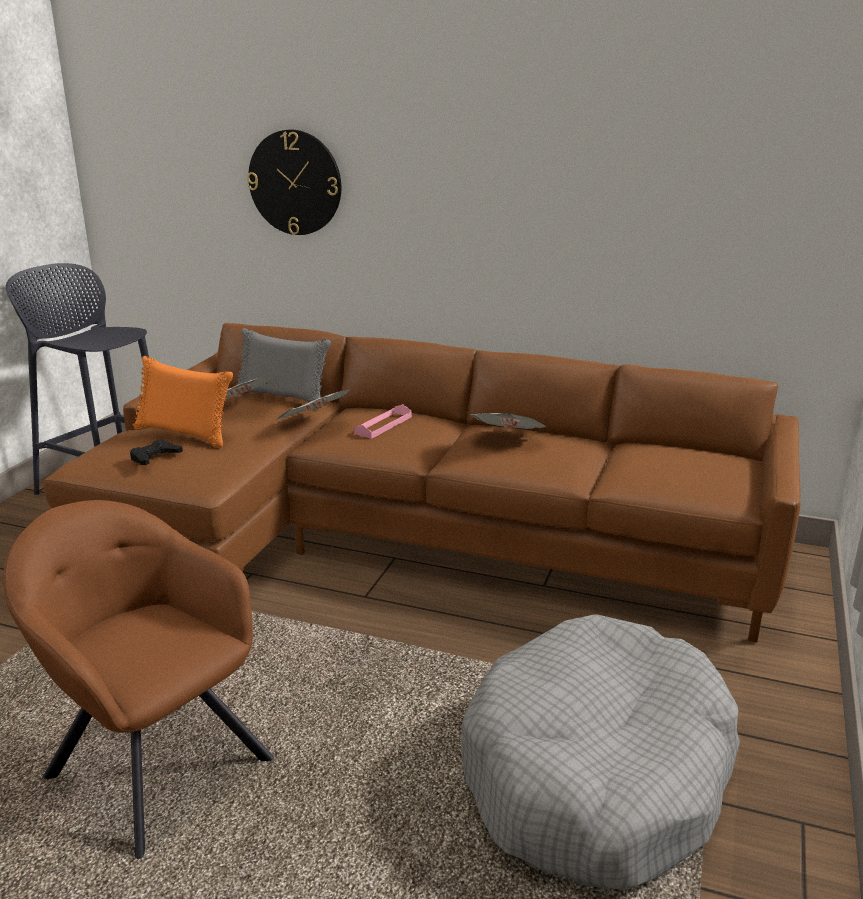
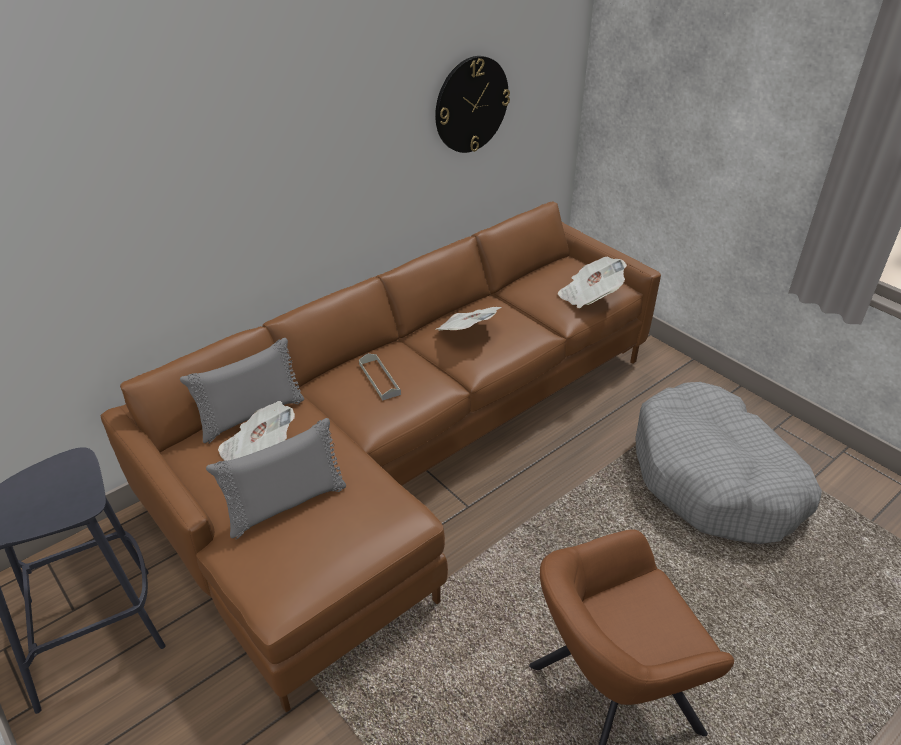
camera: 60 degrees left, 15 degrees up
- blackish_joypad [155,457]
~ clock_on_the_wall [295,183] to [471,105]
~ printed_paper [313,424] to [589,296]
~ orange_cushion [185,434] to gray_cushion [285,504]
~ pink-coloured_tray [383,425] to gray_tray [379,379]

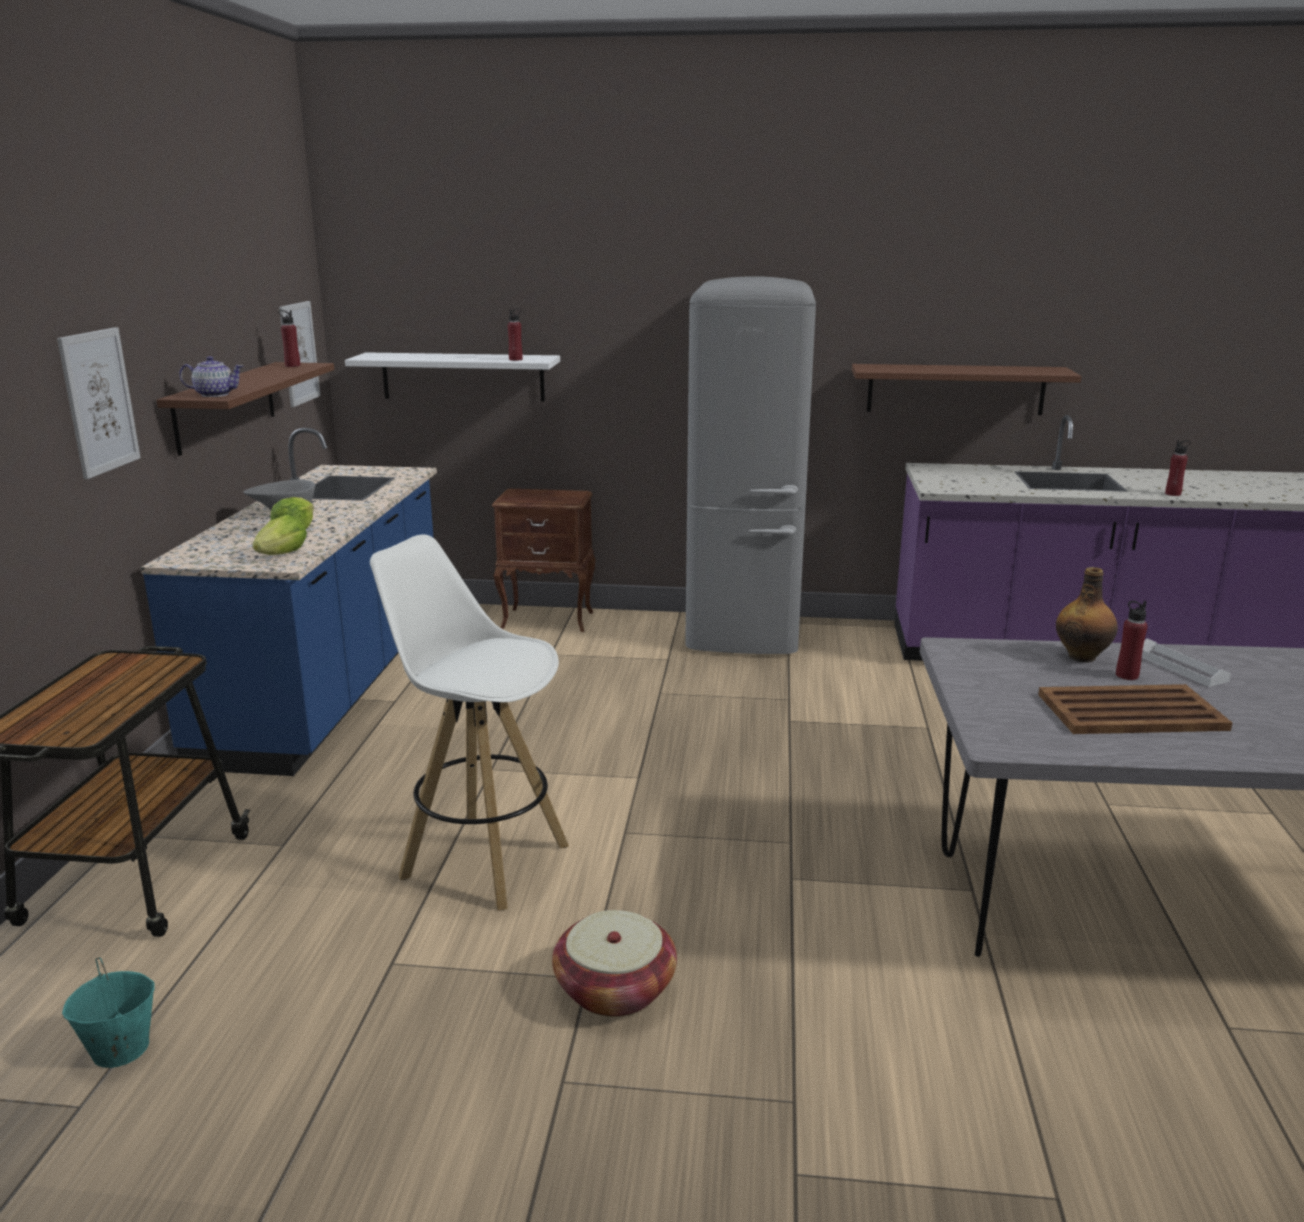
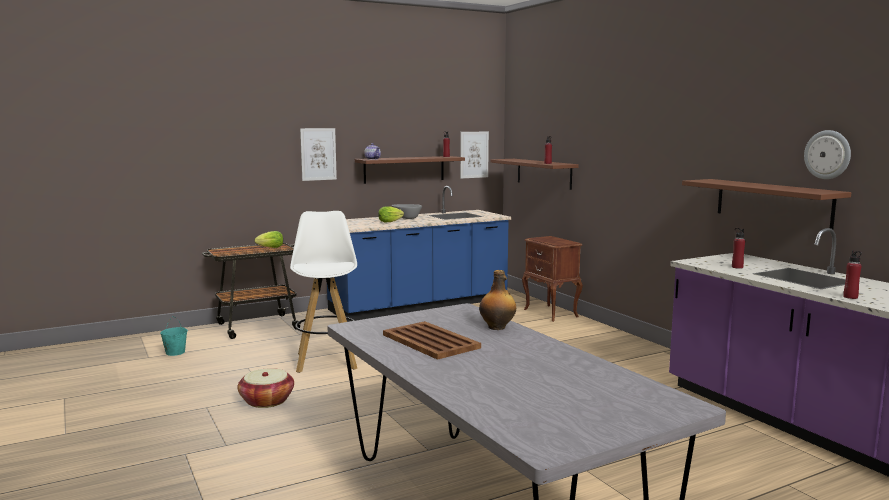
camera: 55 degrees right, 10 degrees down
- gray_kitchen_fridge [743,635]
- whitish_tray [1180,667]
+ clock_on_the_wall [828,154]
~ lettuce_head [283,555] to [271,248]
~ red_bottle [1126,675] to [737,267]
~ whitish_wall_shelf [463,376] to brownish_wall_shelf [543,173]

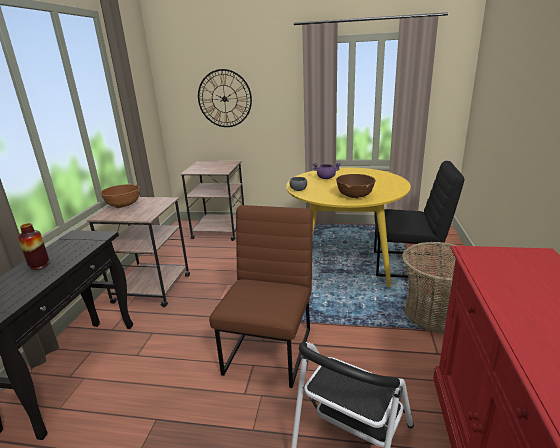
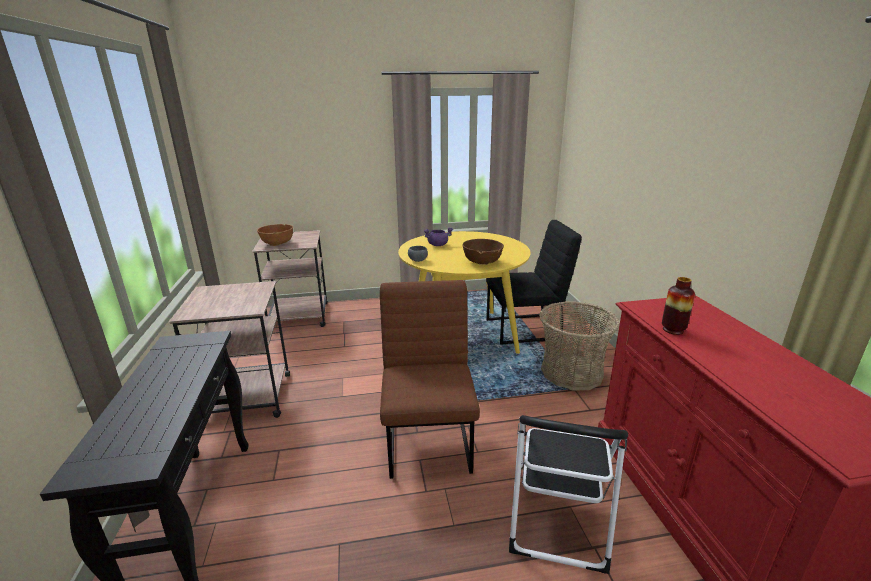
camera: 20 degrees left, 0 degrees up
- clock_on_the_wall [224,99]
~ flower_vase [39,266] to [673,330]
~ brownish_serving_bowl [123,205] to [277,243]

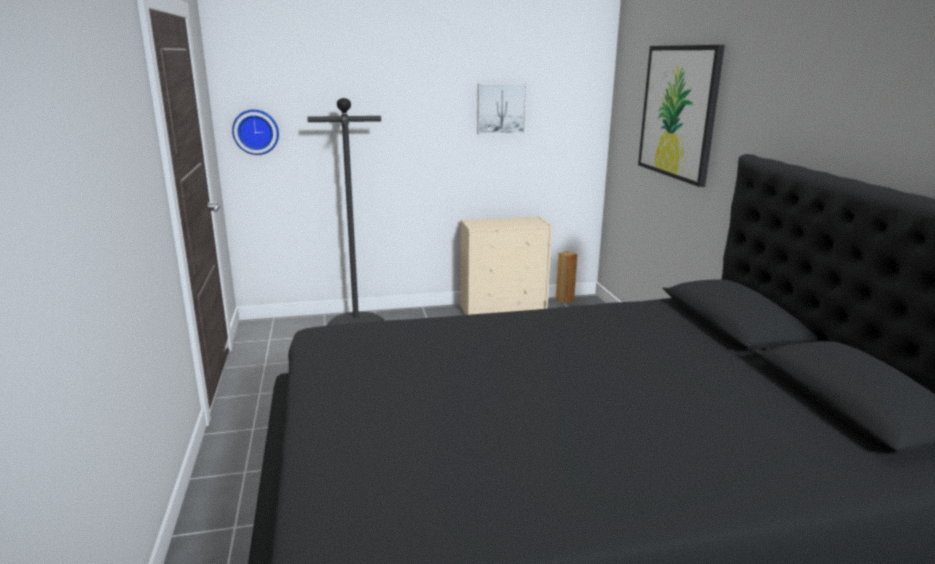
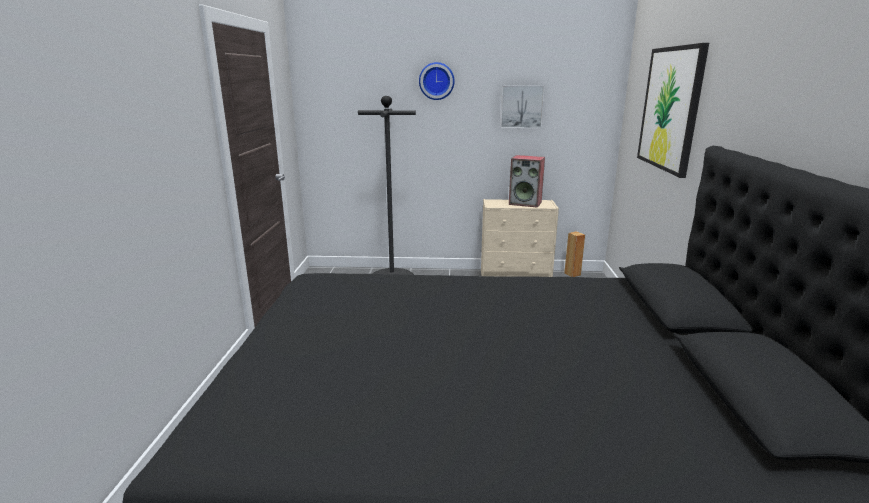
camera: 15 degrees right, 0 degrees up
+ loudspeaker [525,203]
~ clock_on_the_wall [256,131] to [436,81]

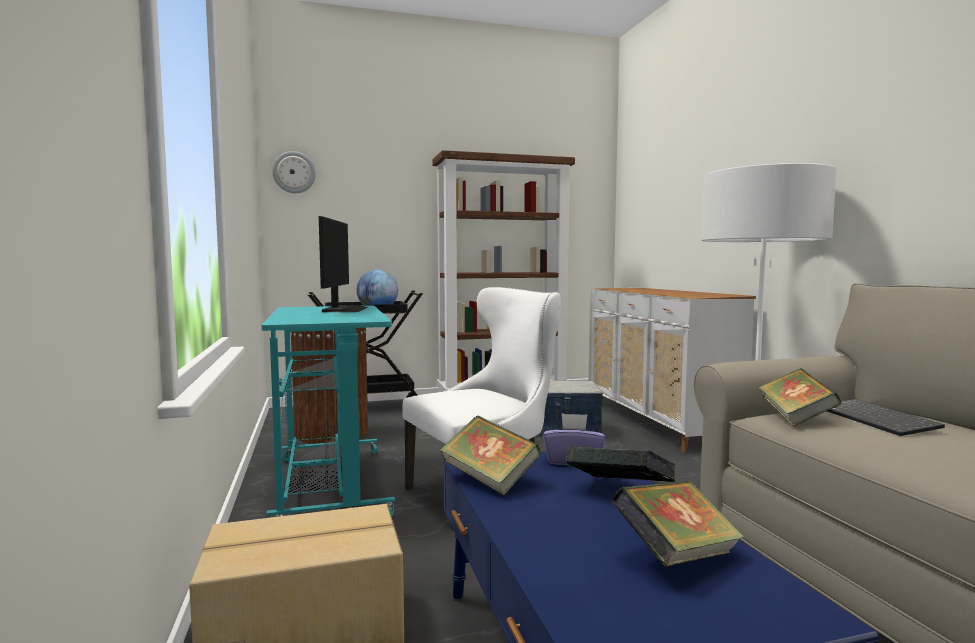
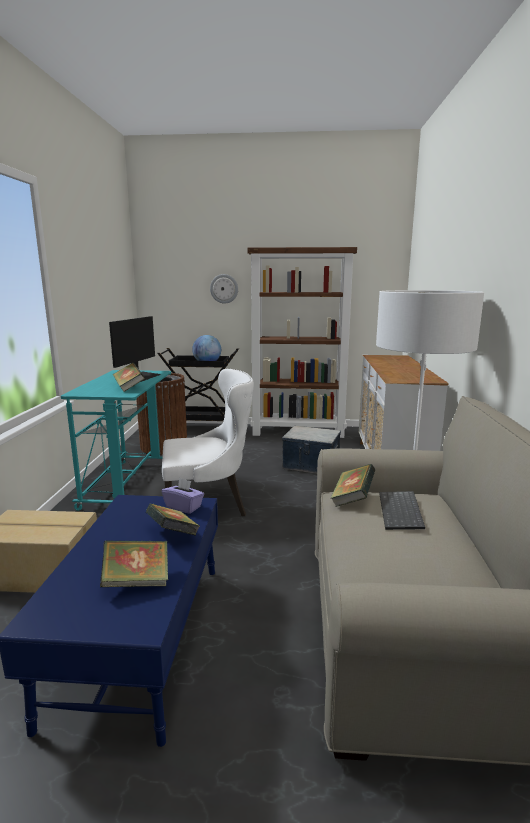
camera: 20 degrees right, 10 degrees up
~ clock_on_the_wall [294,172] to [224,288]
~ bound_book [489,479] to [129,388]

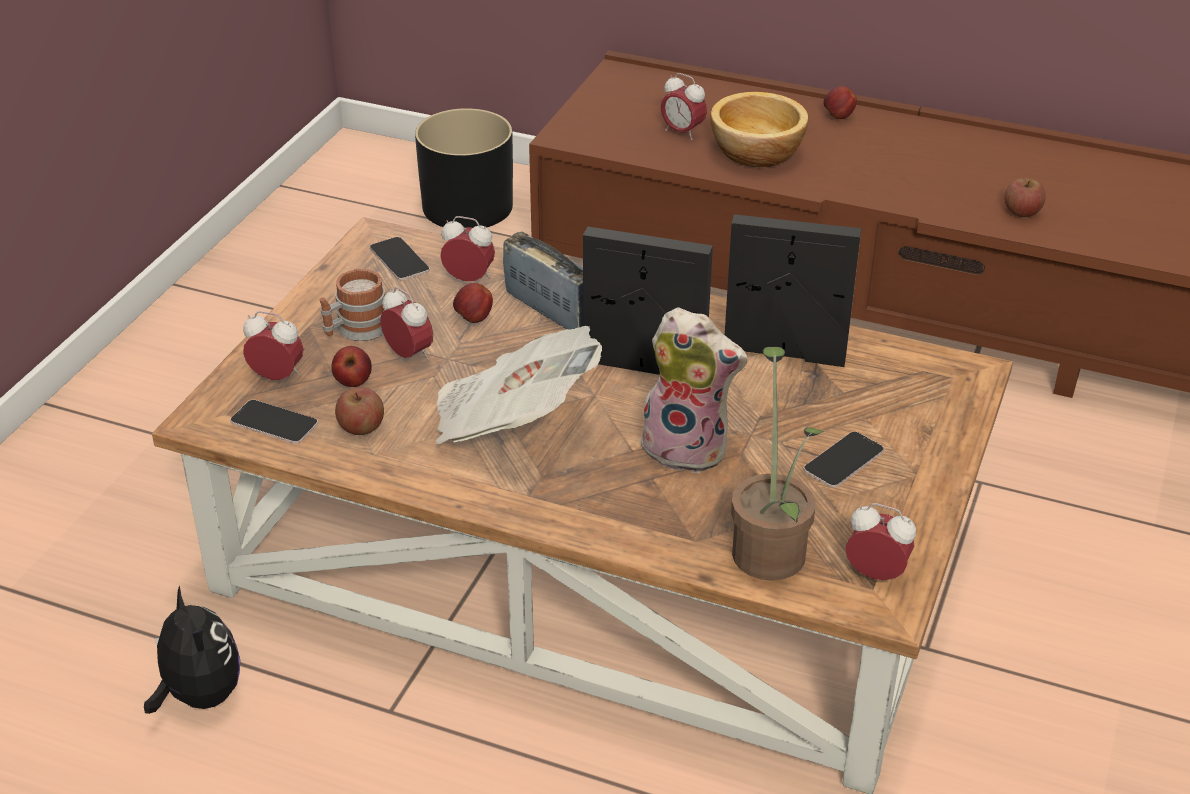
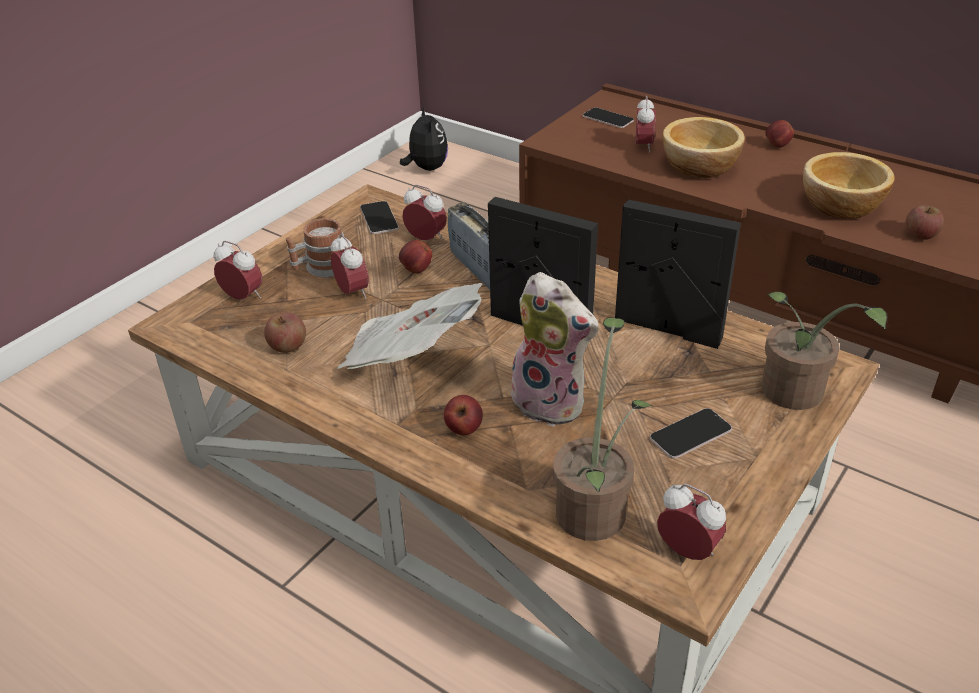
camera: 15 degrees right, 0 degrees up
- blackish_planter [468,206]
+ plant_in_a_pot [795,396]
+ serving_bowl [841,206]
~ cuddly_toy [199,695] to [426,168]
~ telephone [274,423] to [608,118]
~ apple_fruit [353,382] to [463,429]
~ table_clock [682,132] = [643,146] 135 degrees counterclockwise

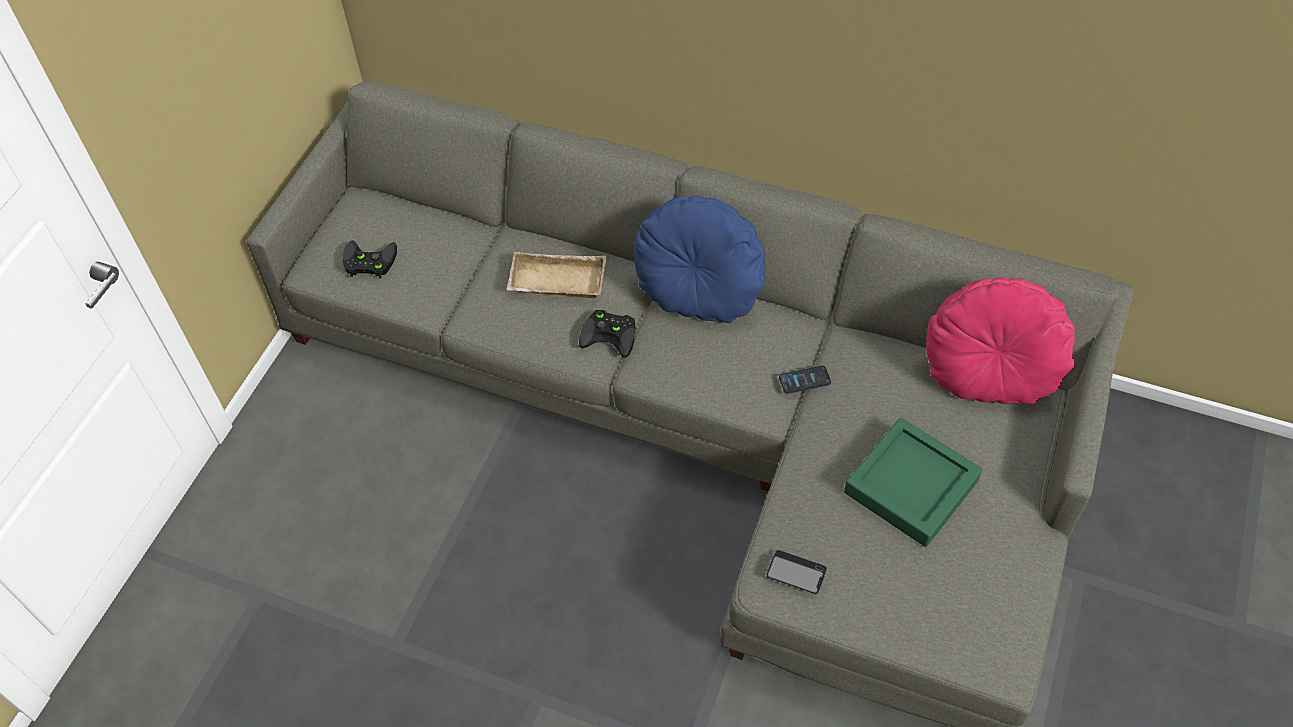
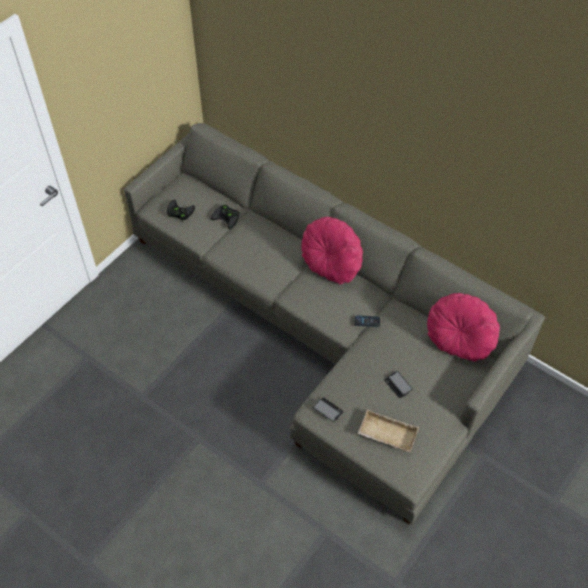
camera: 15 degrees right, 0 degrees up
~ beige-coloured_tray [555,283] to [386,435]
~ blackish_joypad [611,334] to [227,217]
~ greenish_tray [911,486] to telephone [398,385]
~ bluish_cushion [698,299] to pink-coloured_cushion [330,269]

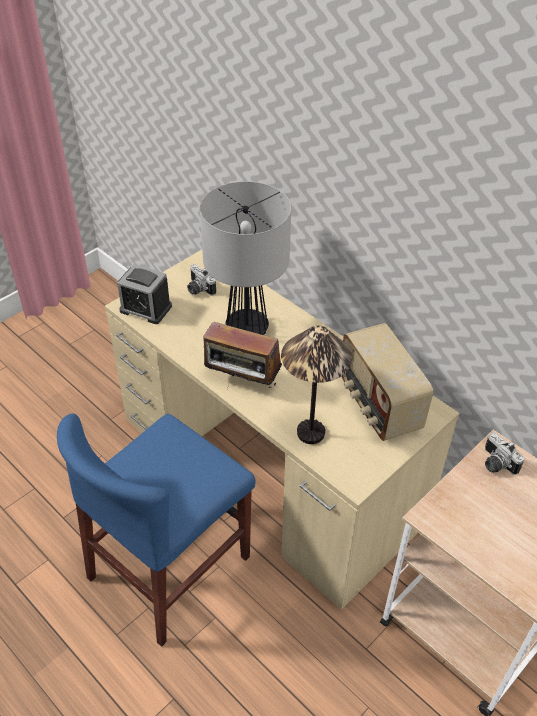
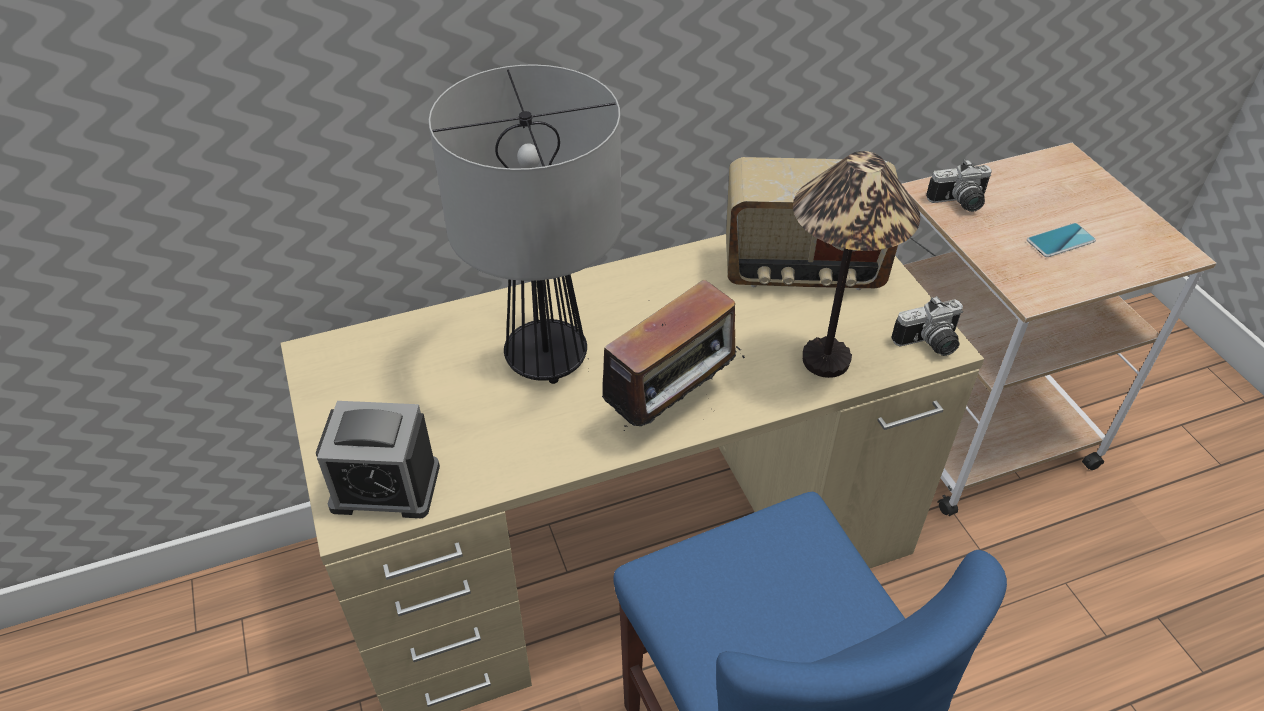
camera: 65 degrees left, 0 degrees up
+ telephone [1060,241]
~ still_camera [198,289] to [930,344]
~ table_clock [146,308] = [385,487] 45 degrees clockwise

